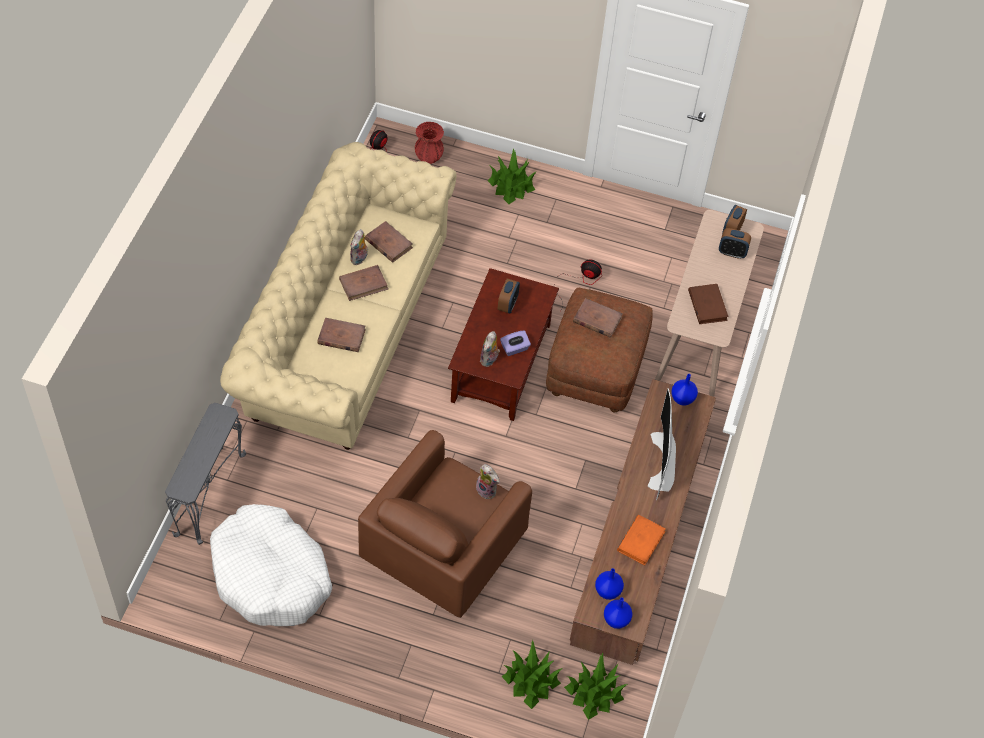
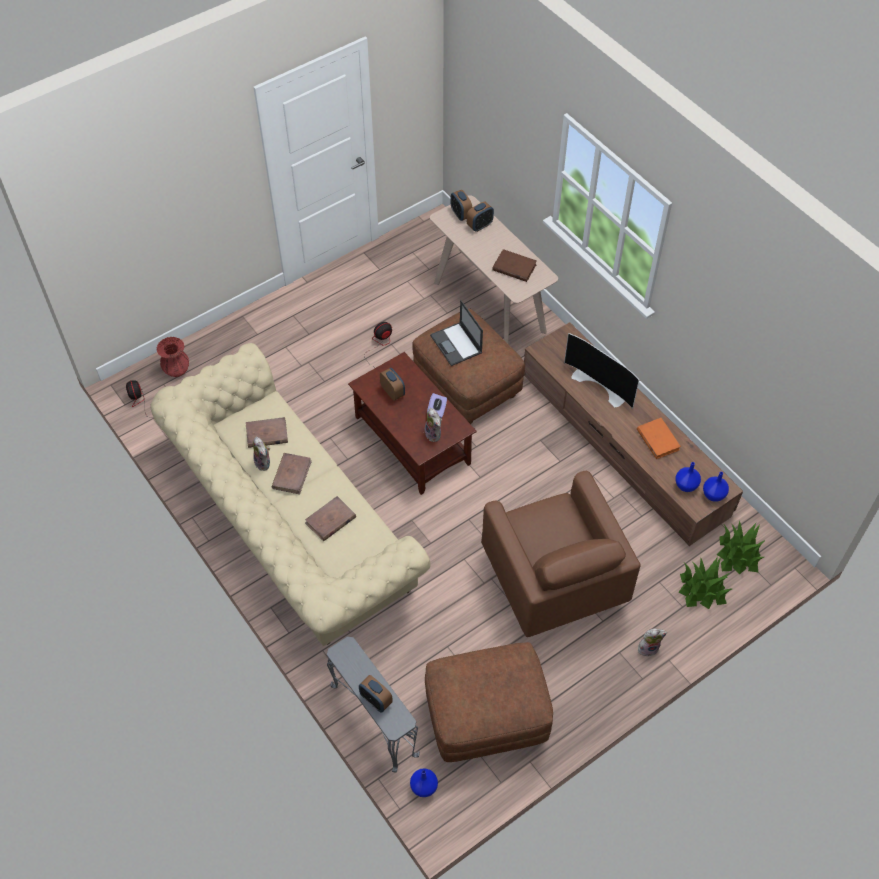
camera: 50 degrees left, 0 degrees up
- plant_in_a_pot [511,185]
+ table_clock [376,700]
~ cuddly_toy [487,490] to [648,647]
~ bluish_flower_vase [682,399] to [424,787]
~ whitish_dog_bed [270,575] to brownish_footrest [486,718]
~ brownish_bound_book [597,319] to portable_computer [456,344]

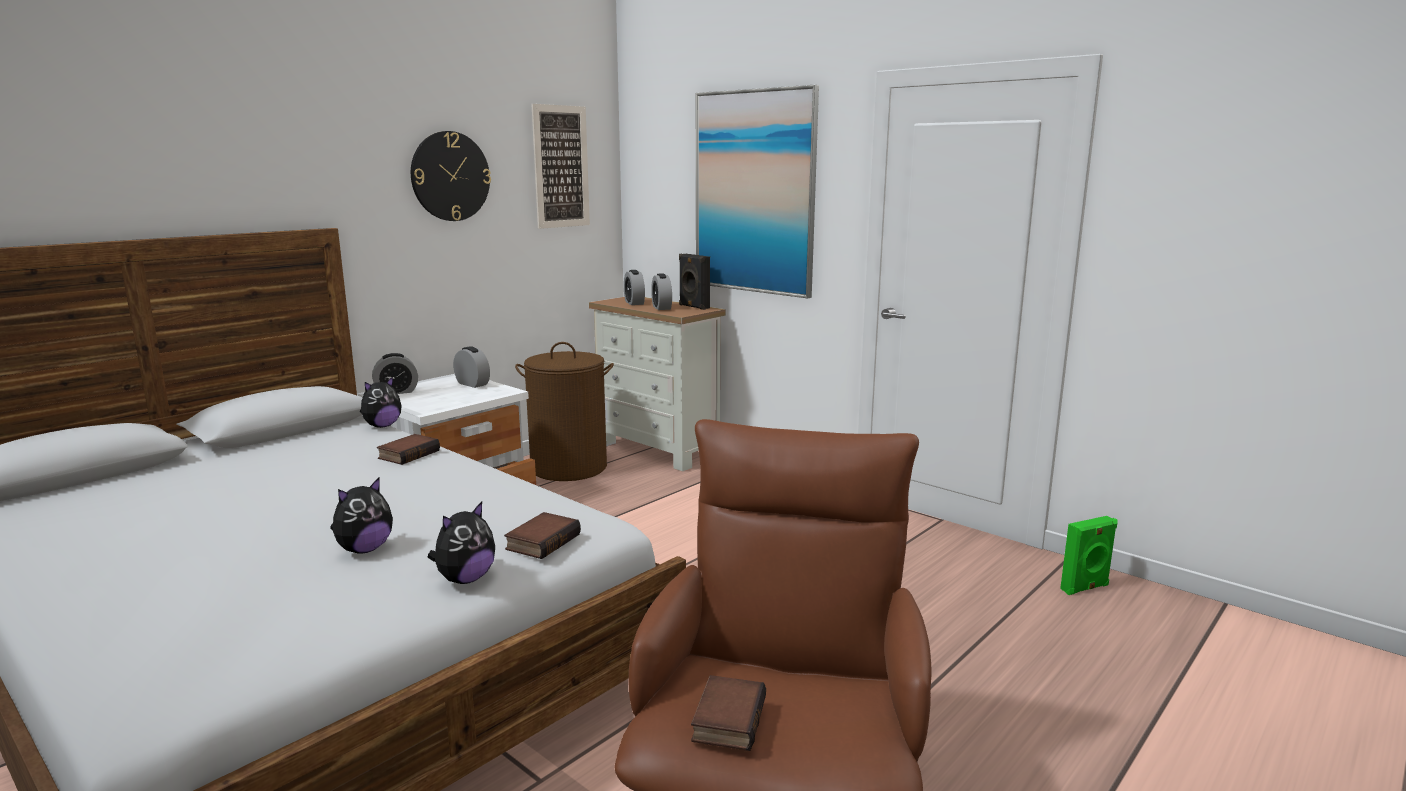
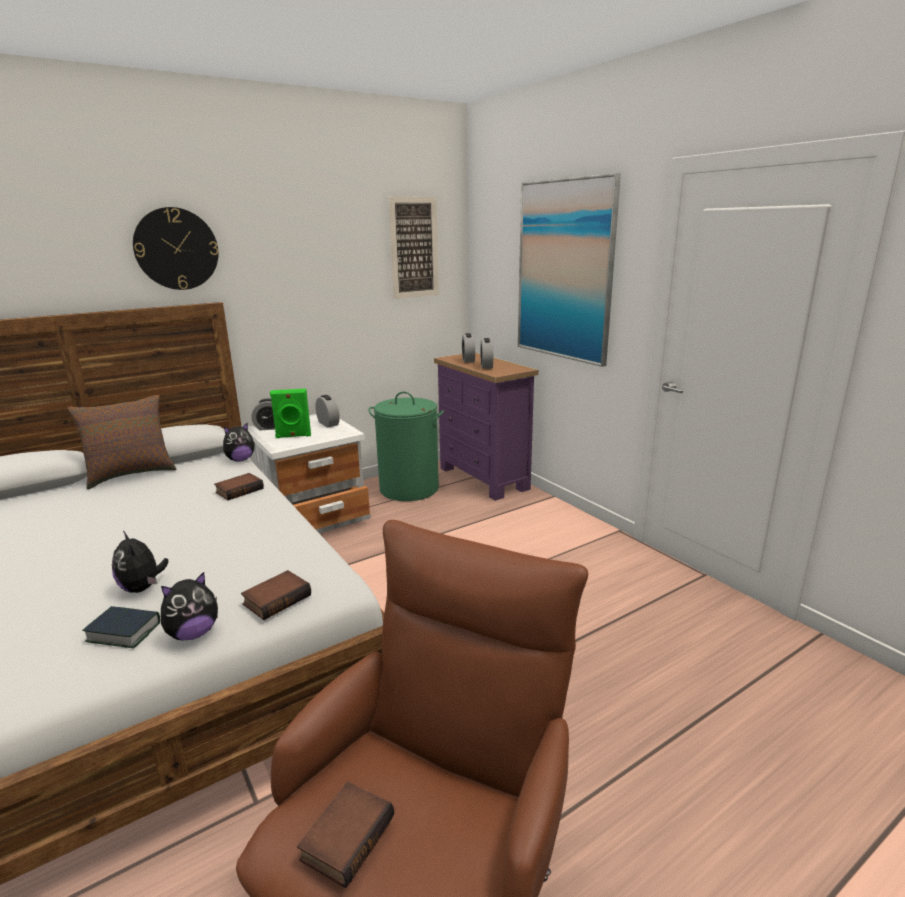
camera: 15 degrees right, 5 degrees up
- blackish_loudspeaker [693,307]
+ brownish_cushion [132,475]
+ bound_book [124,632]
~ clock_on_the_wall [450,176] to [176,249]
~ greenish_loudspeaker [1085,588] to [293,436]
~ brownish_hamper [569,467] to greenish_hamper [409,488]
~ whitish_drawer_chest [657,450] to purplish_drawer_chest [483,478]
~ cuddly_toy [364,549] = [143,588] 90 degrees clockwise

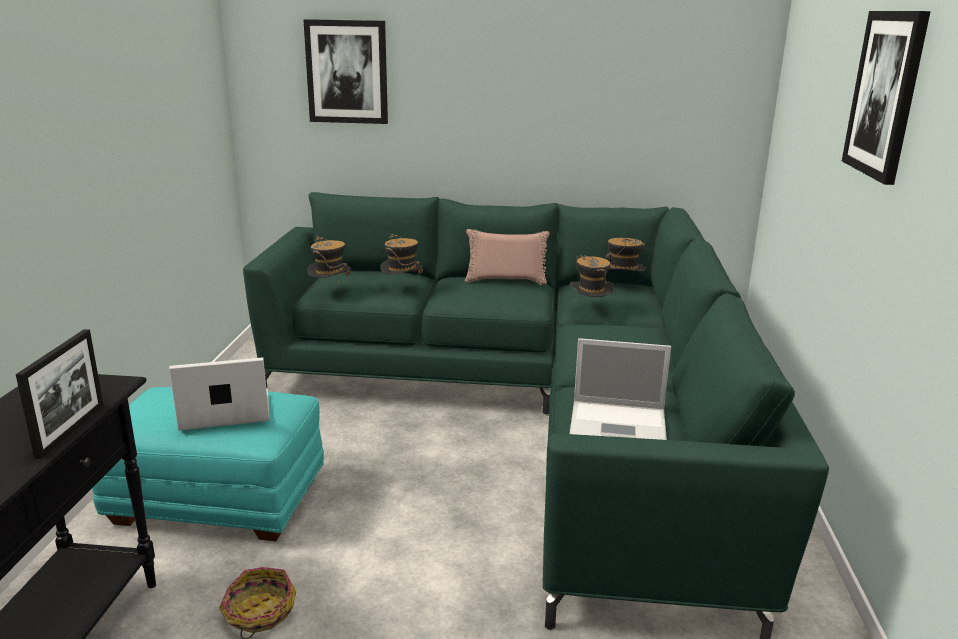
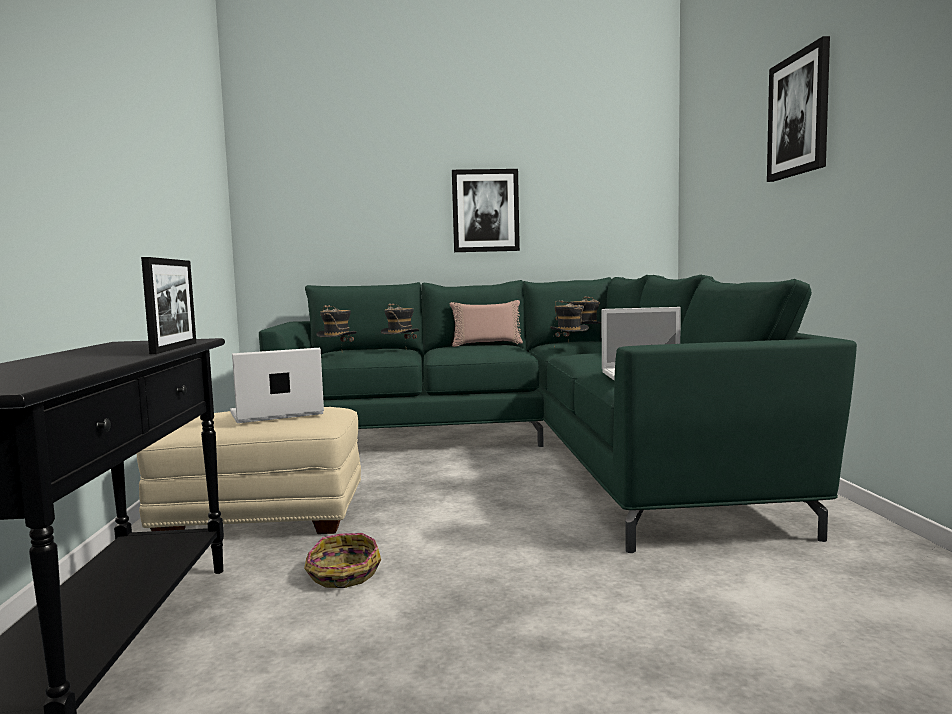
camera: 10 degrees left, 15 degrees down
~ wall_picture [347,72] to [485,211]
~ turquoise_footrest [219,501] to beige-coloured_footrest [263,517]

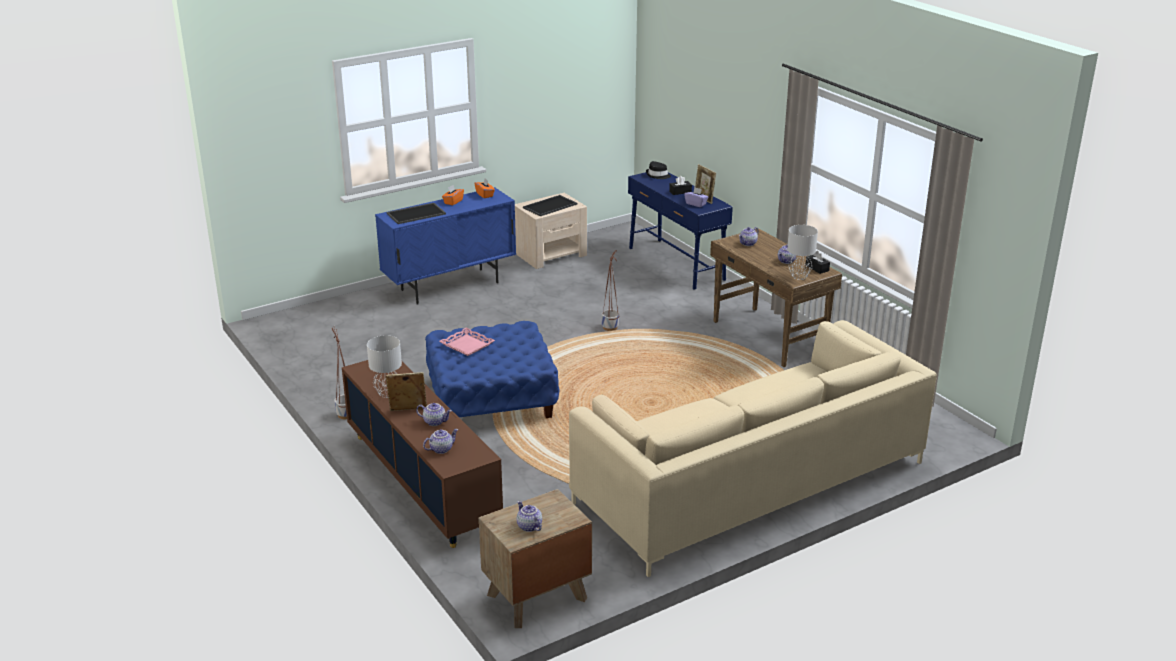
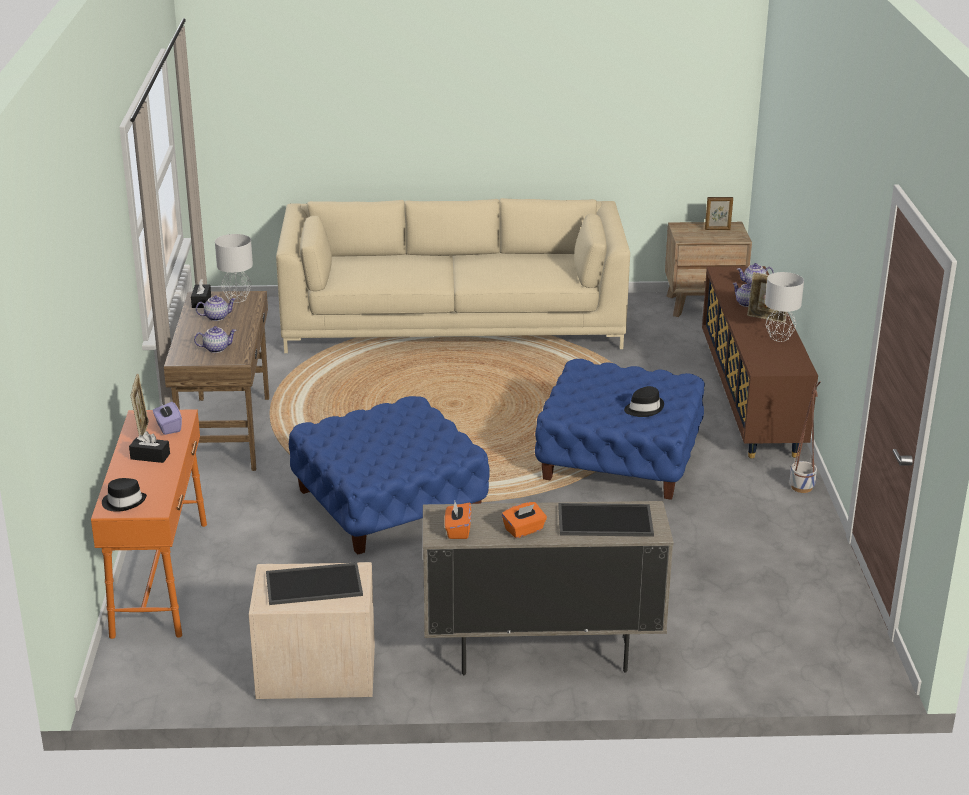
camera: 150 degrees left, 0 degrees up
~ pink-coloured_tray [467,345] to blackish_wearable_hat [644,408]
~ teapot [528,526] to photo_frame [717,229]
~ planter [610,327] to bluish_footrest [388,503]
~ bluish_cabinet [450,286] to beige-coloured_cabinet [541,653]
~ bluish_console_table [675,264] to orange_console_table [162,578]

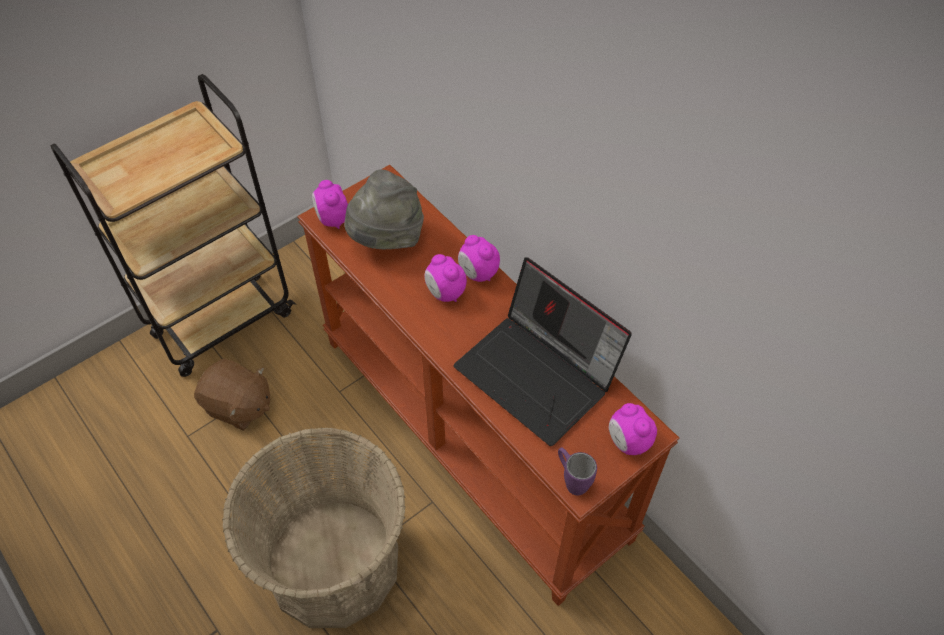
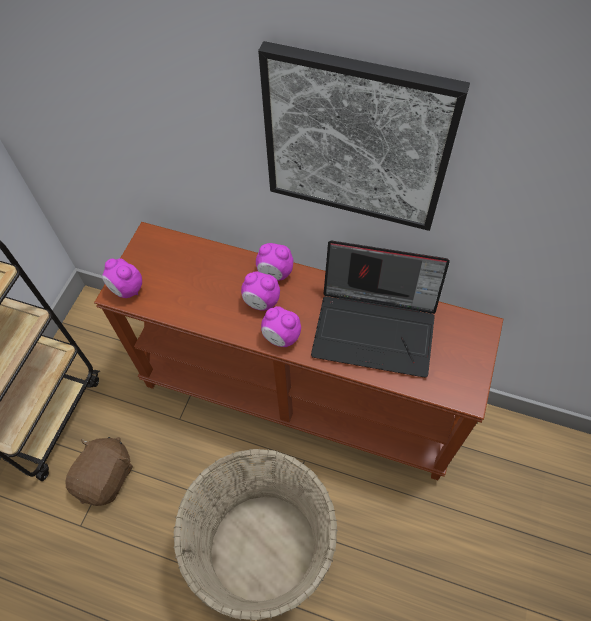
camera: 30 degrees left, 5 degrees up
- gray_wearable_hat [386,238]
- purplish_tea_mug [571,480]
+ wall_picture [356,140]
~ table_clock [628,442] to [281,337]
~ brownish_cuddly_toy [238,406] = [106,477] 60 degrees counterclockwise

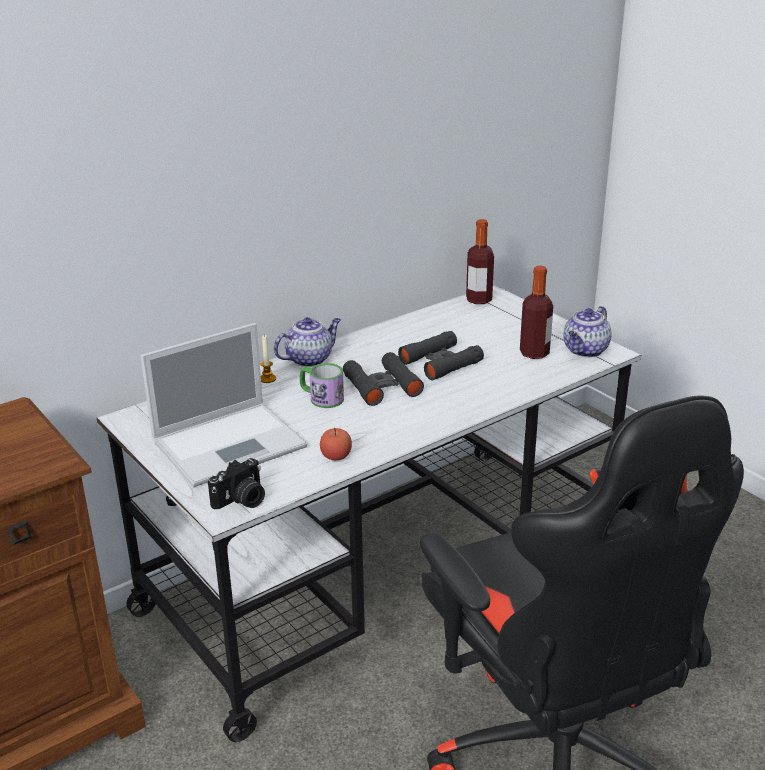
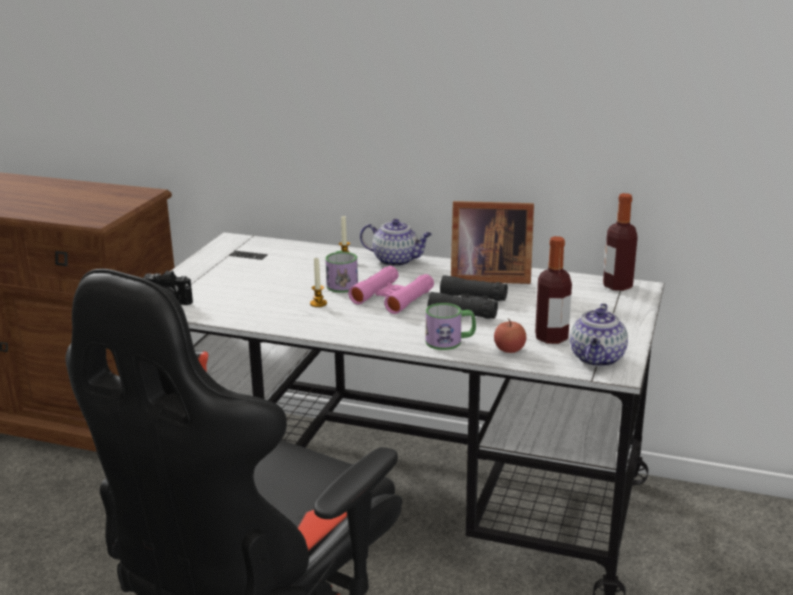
camera: 55 degrees right, 5 degrees down
- portable_computer [231,443]
+ candle [318,303]
+ tea_mug [450,341]
+ photo_frame [487,276]
~ apple_fruit [336,456] to [509,349]
~ blackish_field_glasses [382,386] to pink-coloured_field_glasses [392,297]
~ teapot [585,351] = [597,359] 75 degrees counterclockwise

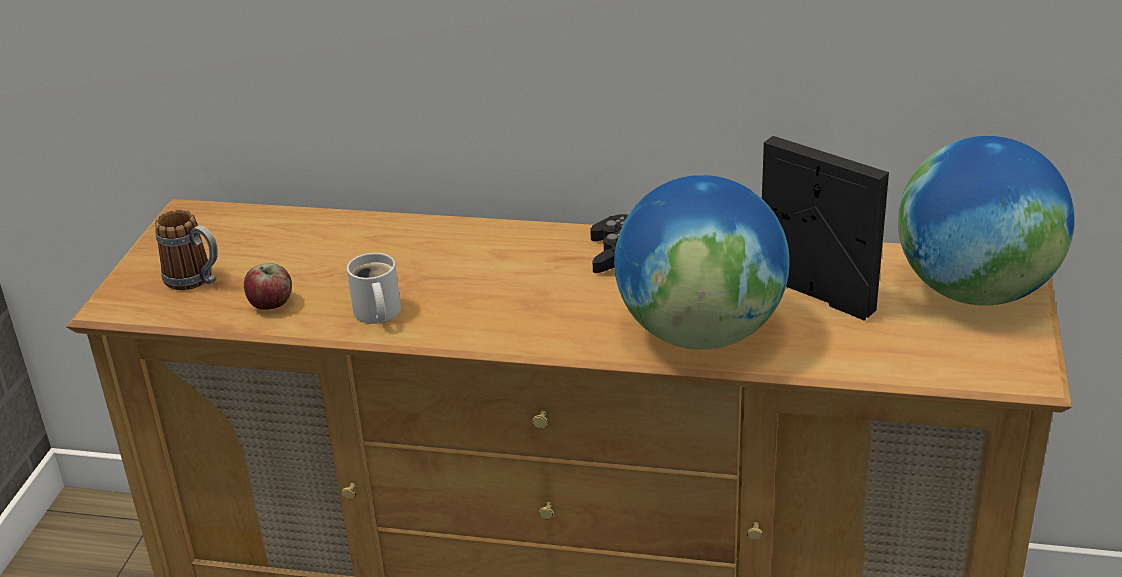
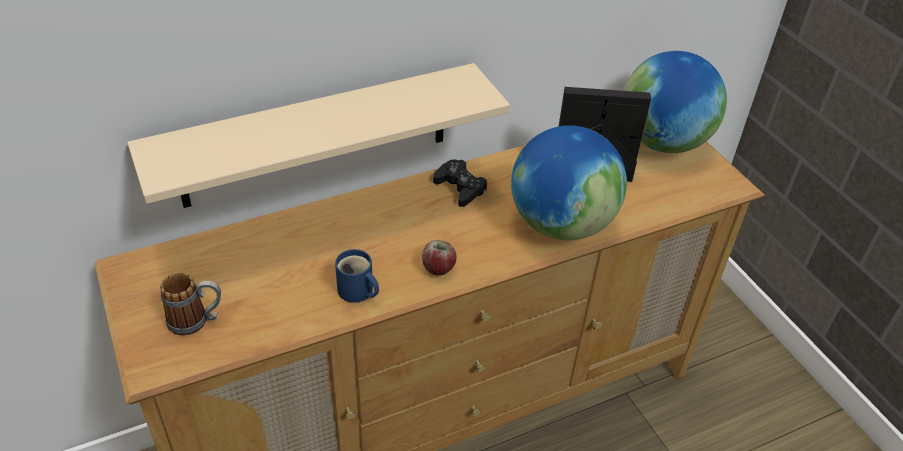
camera: 40 degrees left, 10 degrees up
+ beige-coloured_wall_shelf [316,136]
~ apple_fruit [271,304] to [438,268]
~ whitish_tea_mug [376,313] to bluish_tea_mug [357,292]

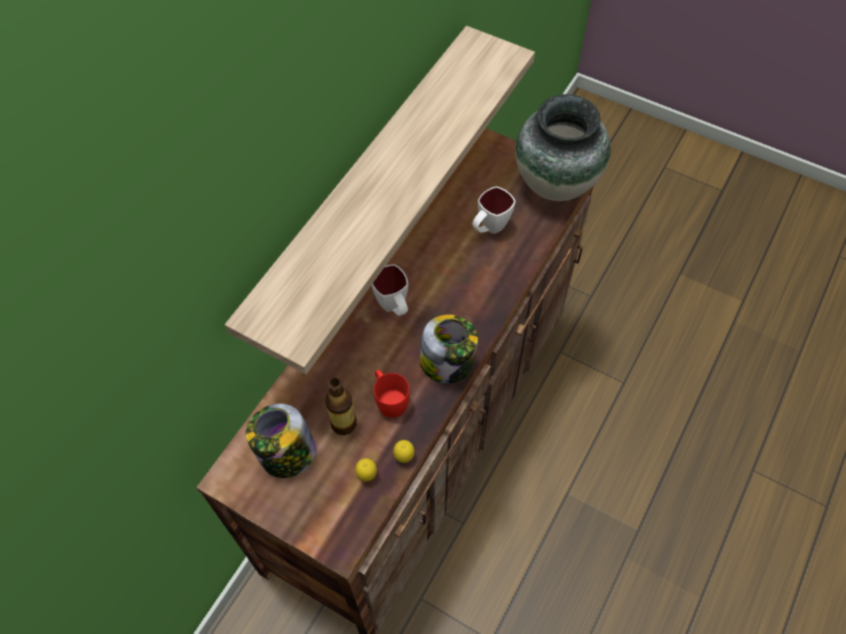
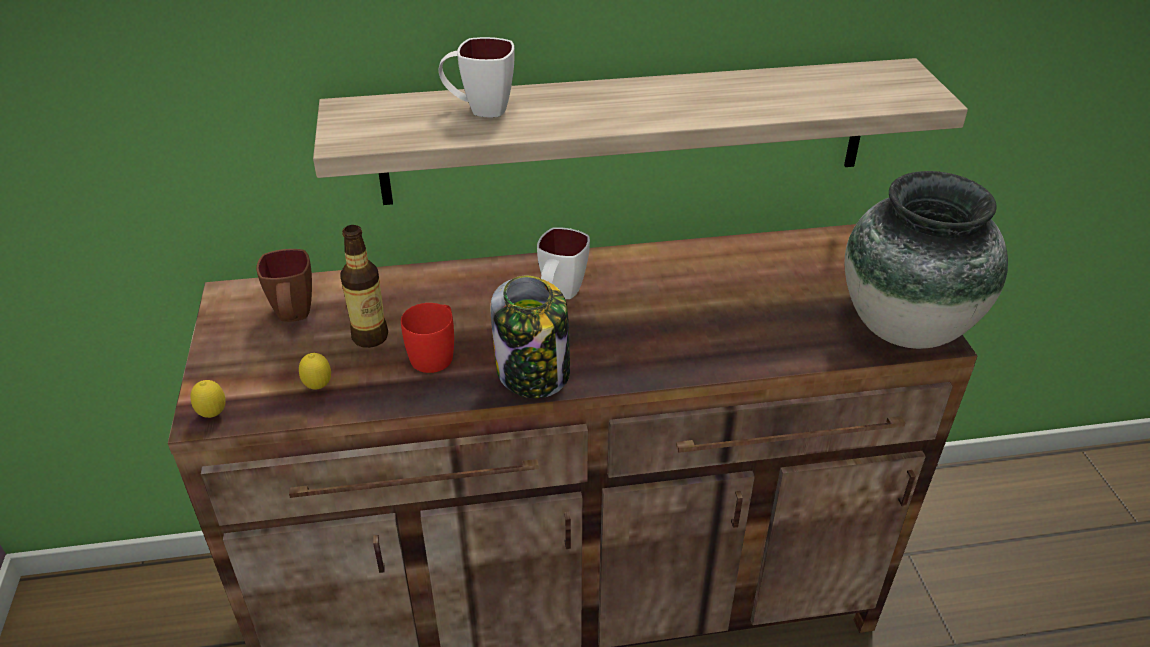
camera: 50 degrees right, 20 degrees down
~ citrus_fruit [404,457] to [213,415]
~ whitish_tea_mug [489,228] to [479,109]
~ jar [287,455] to brownish_tea_mug [294,318]

